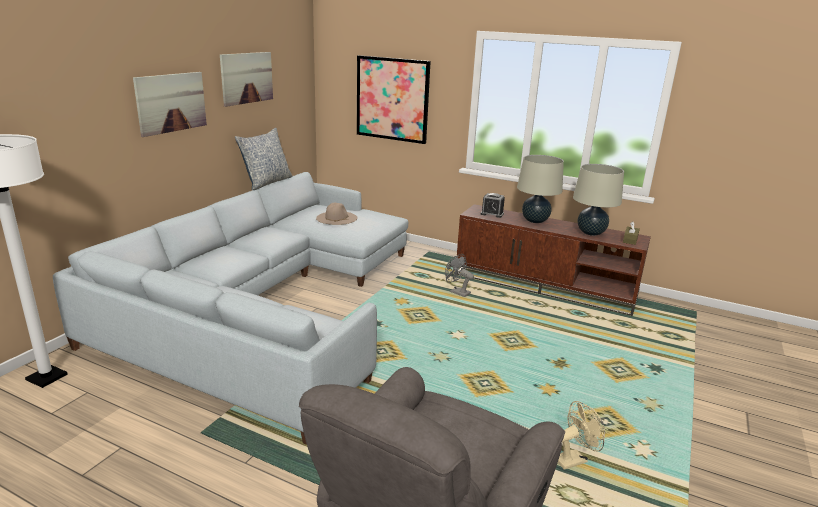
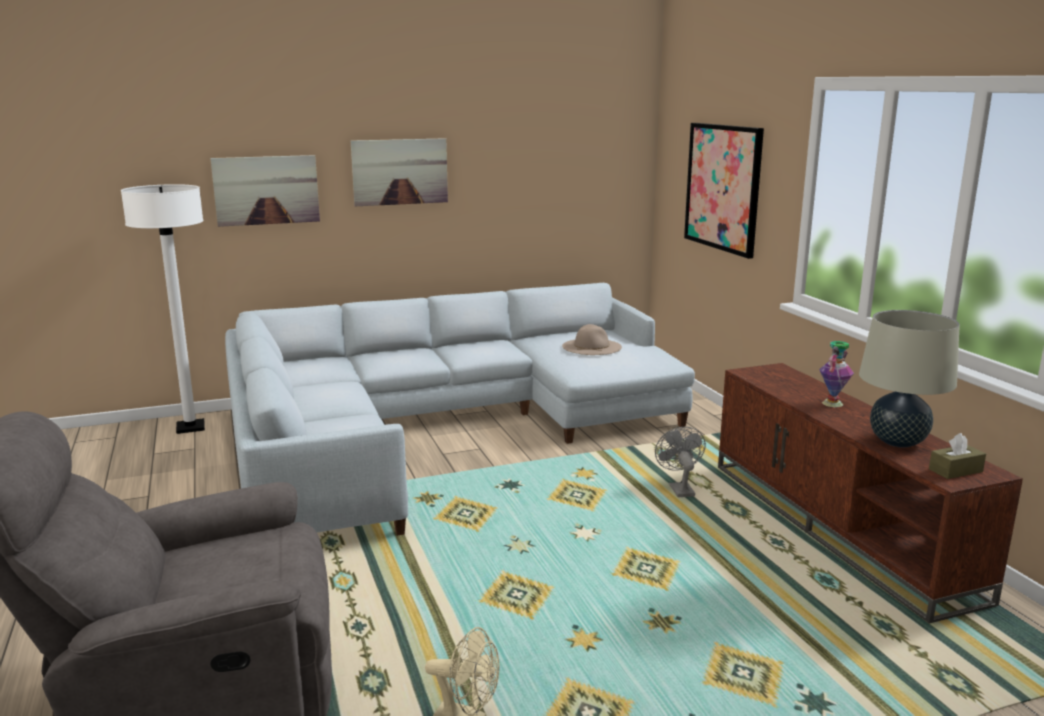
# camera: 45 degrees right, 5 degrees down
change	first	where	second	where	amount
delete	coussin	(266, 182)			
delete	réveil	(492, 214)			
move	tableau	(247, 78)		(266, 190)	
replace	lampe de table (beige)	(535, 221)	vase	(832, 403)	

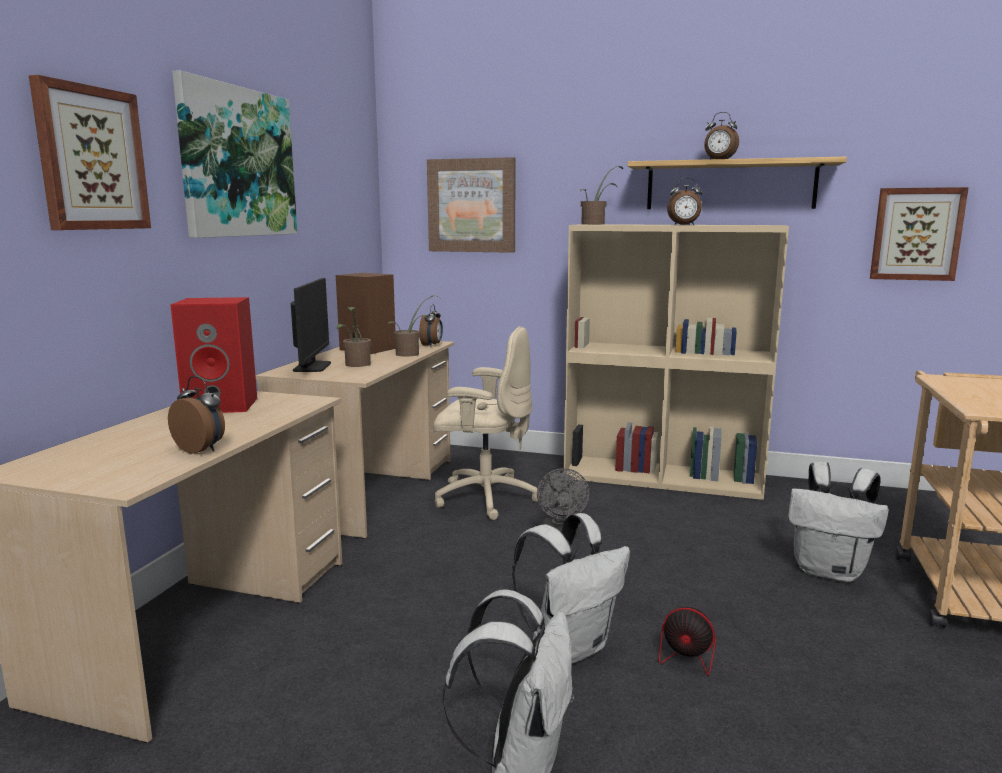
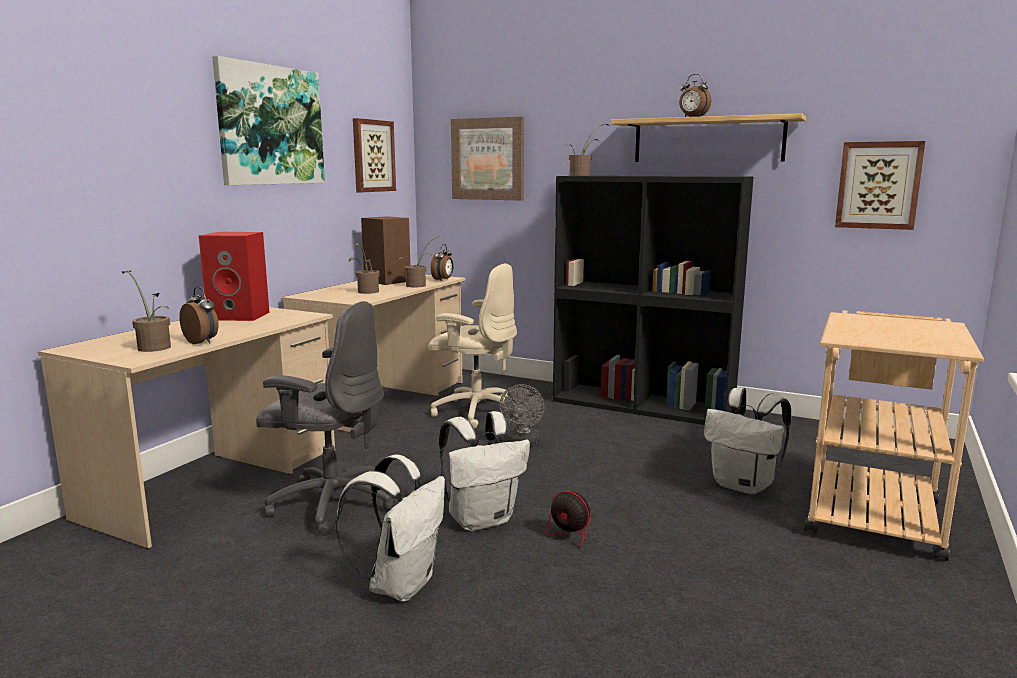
# camera: 10 degrees right, 0 degrees up
change	first	where	second	where	amount
delete	écran d'ordinateur	(312, 367)			
delete	réveil	(684, 224)			
insert			plante en pot	(153, 347)	
insert			chaise de bureau (gris)	(331, 503)	
move	tableau	(91, 159)		(373, 156)	
recolor	bibliothèque (beige)	(663, 477)	bibliothèque (noir)	(643, 405)	

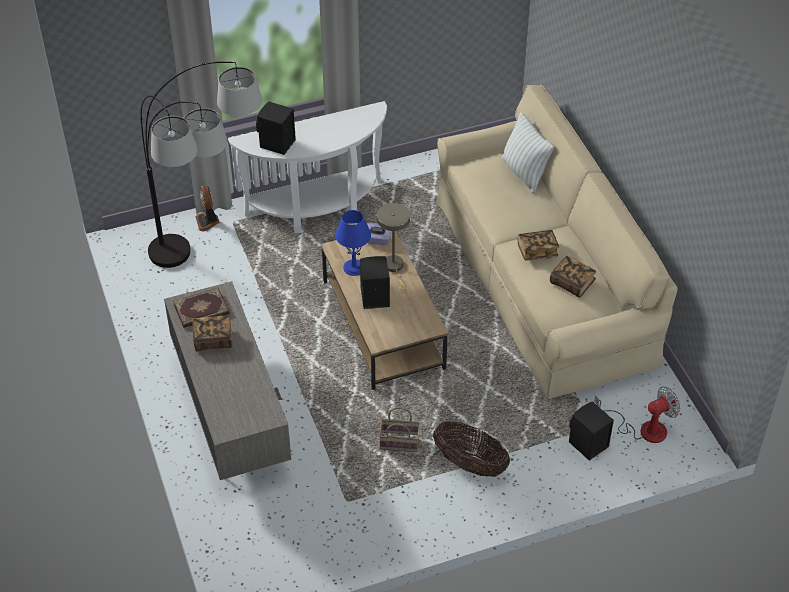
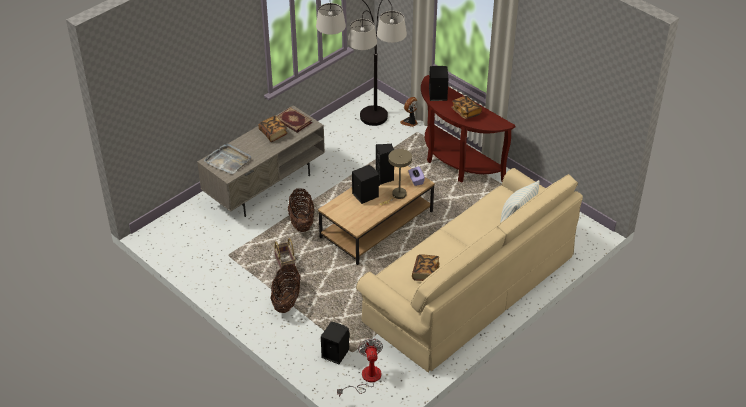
# camera: 65 degrees right, 5 degrees down
change	first	where	second	where	amount
insert			plateau (gris)	(228, 160)	
insert			panier	(301, 222)	
move	livre	(537, 251)		(466, 112)	
replace	lampe de table (bleu)	(354, 267)	enceinte (noir)	(385, 178)	
recolor	table console (blanc)	(318, 209)	table console (marron)	(456, 163)	
rotate	ventilateur	(643, 429)		(366, 379)	135 degrees counterclockwise

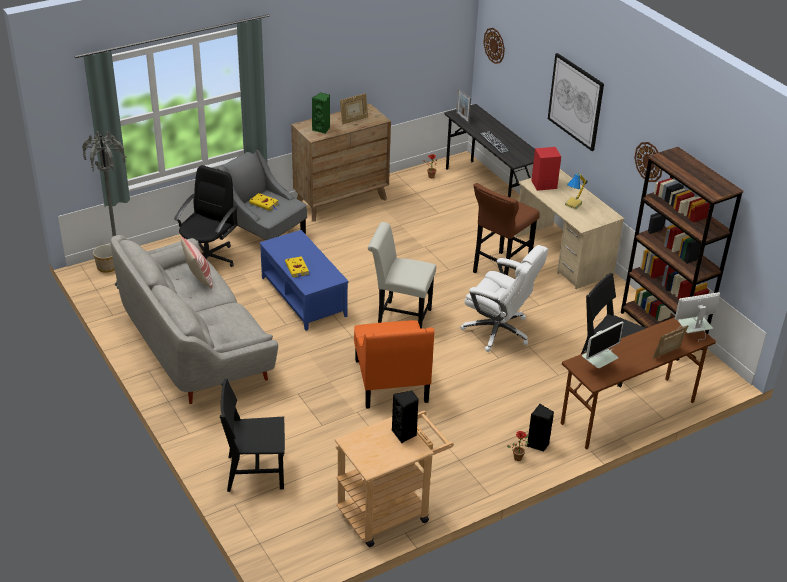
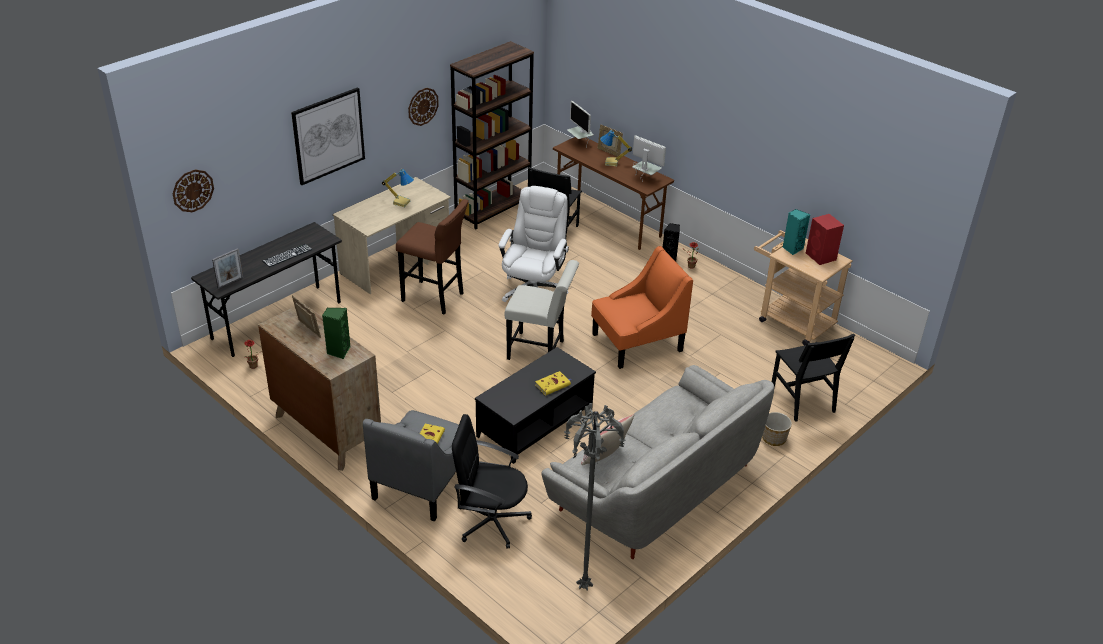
# camera: 105 degrees left, 0 degrees up
change	first	where	second	where	amount
insert			lampe de table	(611, 163)	
move	cache-pot	(107, 267)		(774, 438)	
move	enceinte (rouge)	(543, 184)		(821, 257)	
recolor	table basse (bleu)	(303, 297)	table basse (noir)	(535, 423)	
recolor	enceinte (noir)	(404, 434)	enceinte (turquoise)	(792, 248)	
rotate	chaise (blanc)	(399, 317)		(540, 351)	75 degrees counterclockwise

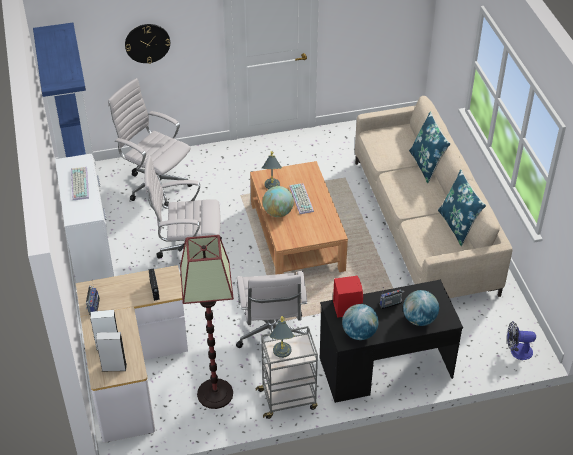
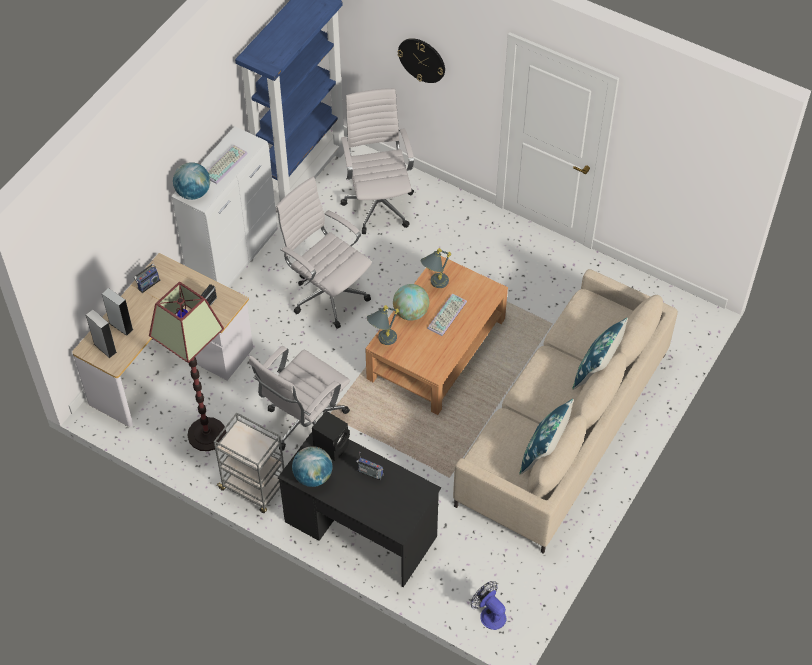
# camera: 45 degrees right, 10 degrees up
change	first	where	second	where	amount
move	lampe de table (gris)	(281, 356)		(382, 341)	
move	globe	(419, 319)		(193, 193)	
recolor	enceinte (rouge)	(346, 307)	enceinte (noir)	(332, 445)	

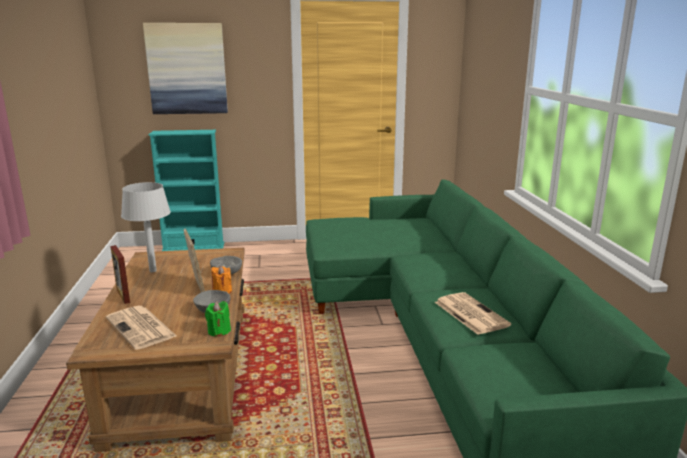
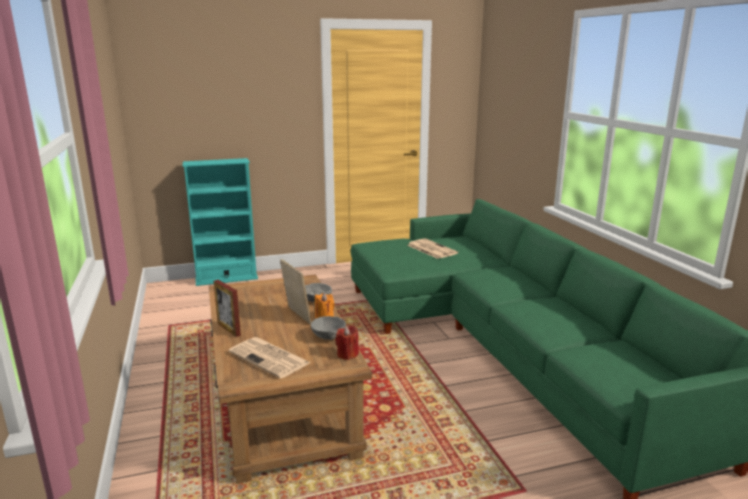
# camera: 10 degrees left, 0 degrees up
change	first	where	second	where	amount
delete	lampe de table (gris)	(153, 271)			
delete	tableau	(187, 69)			
move	journal	(469, 313)		(431, 249)	
recolor	bougie (vert)	(219, 331)	bougie (rouge)	(347, 354)	

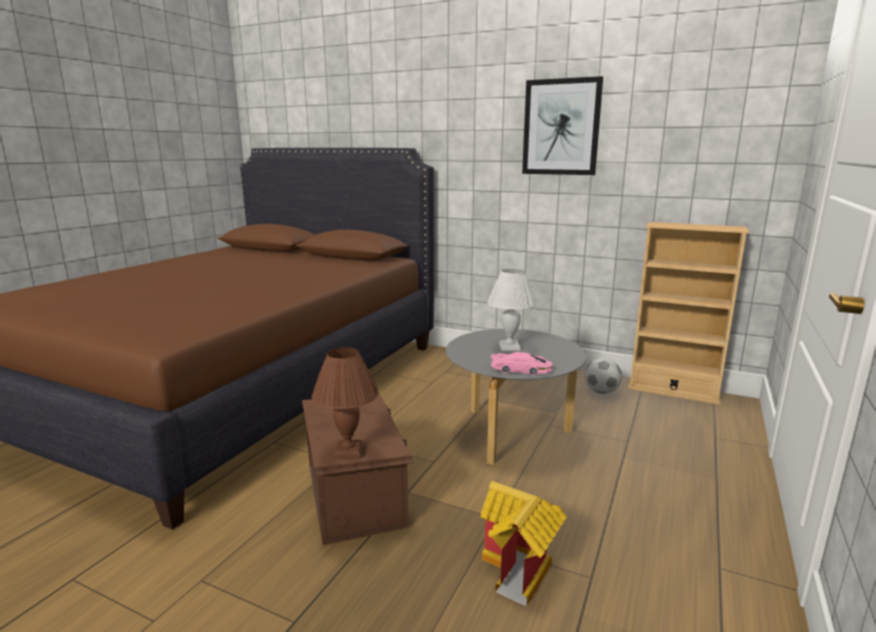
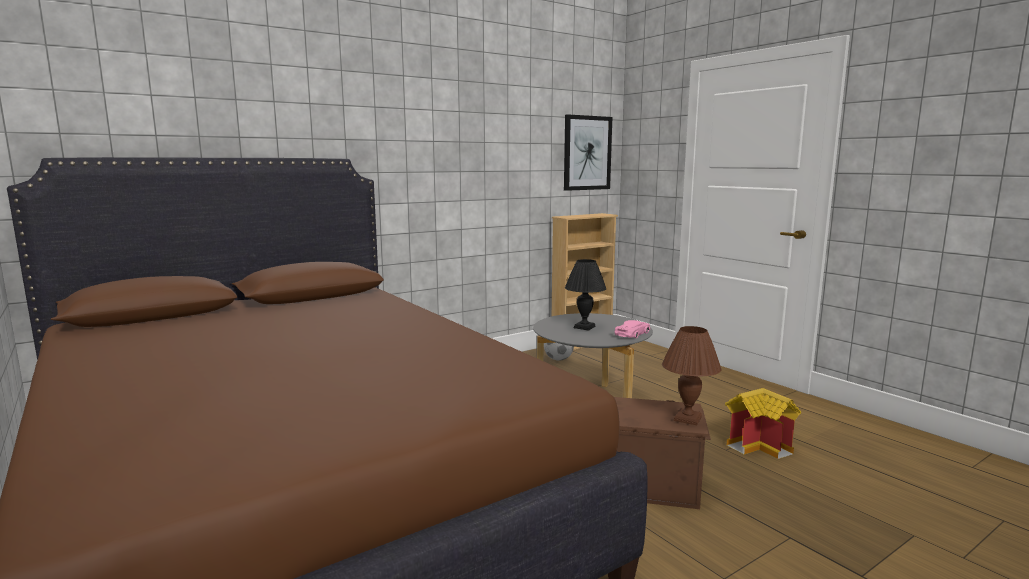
# camera: 60 degrees left, 5 degrees down
change	first	where	second	where	amount
move	tableau	(561, 127)		(587, 153)	
recolor	lampe de table (blanc)	(510, 347)	lampe de table (noir)	(584, 327)	

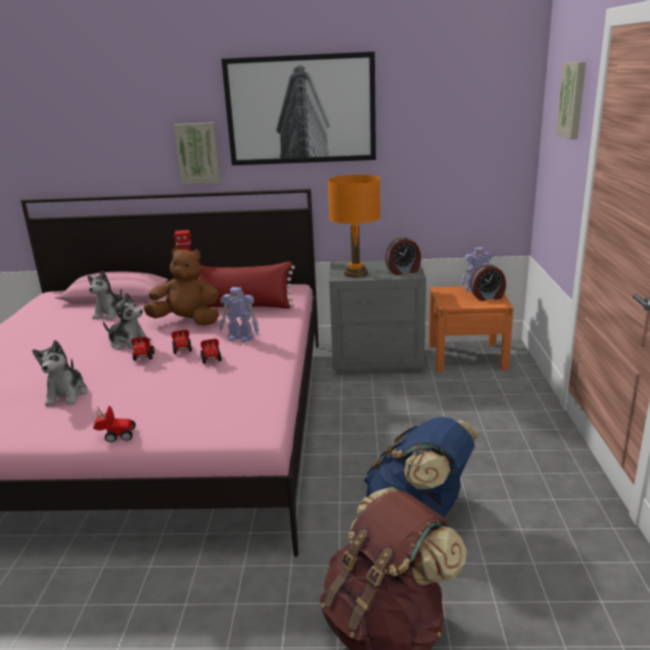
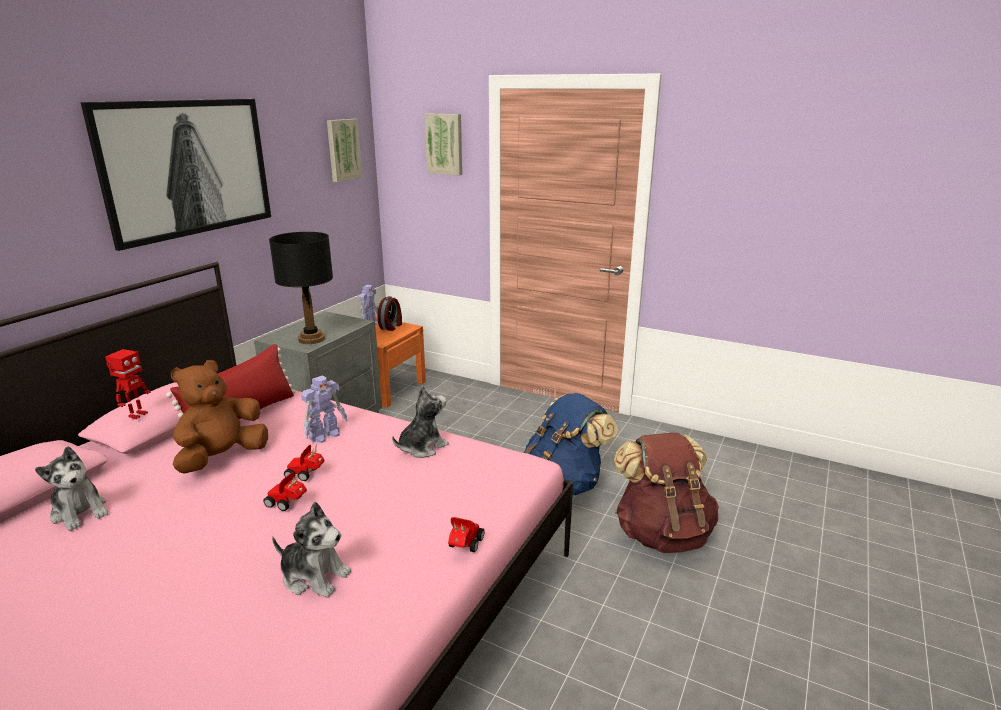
# camera: 65 degrees left, 0 degrees up
change	first	where	second	where	amount
delete	petite voiture	(211, 361)			
delete	réveil	(403, 271)			
move	peluche	(129, 343)		(422, 447)	
move	tableau	(198, 153)		(343, 150)	
recolor	lampe de table (orange)	(356, 274)	lampe de table (noir)	(312, 339)	

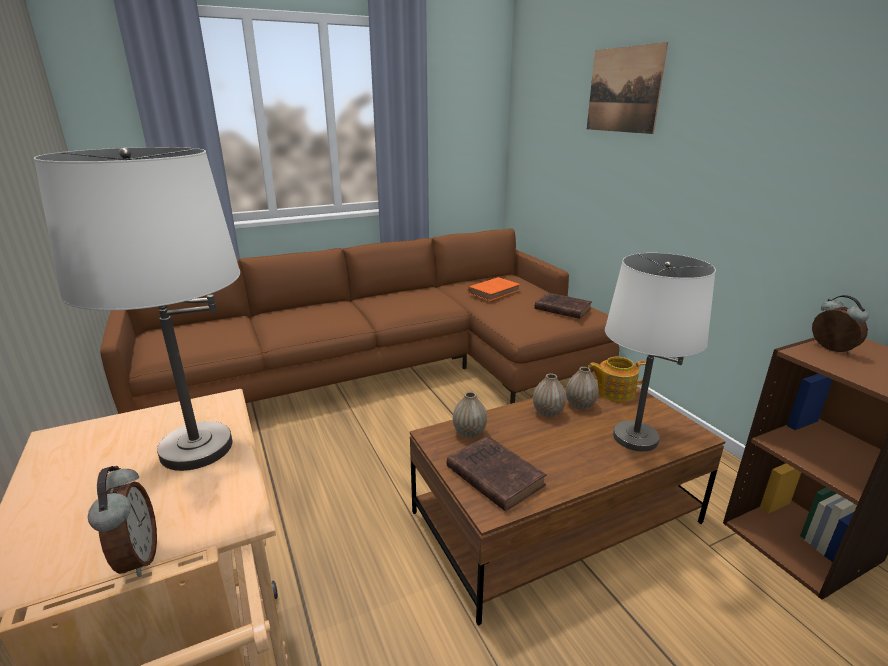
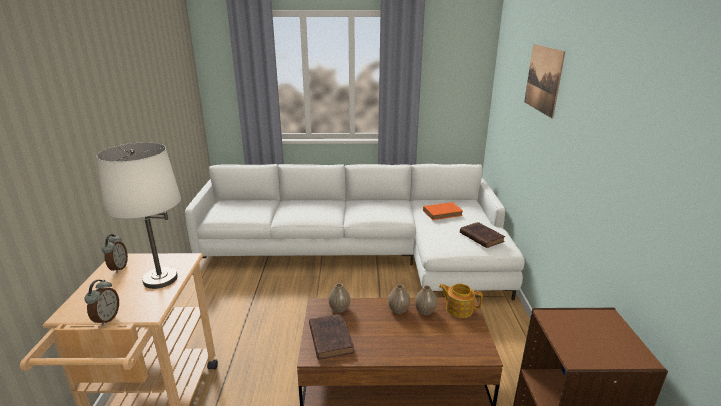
# camera: 25 degrees right, 0 degrees up
change	first	where	second	where	amount
delete	lampe de table (blanc)	(635, 438)			
move	réveil	(831, 350)		(118, 268)	
recolor	canapé (marron)	(392, 368)	canapé (blanc)	(363, 253)	

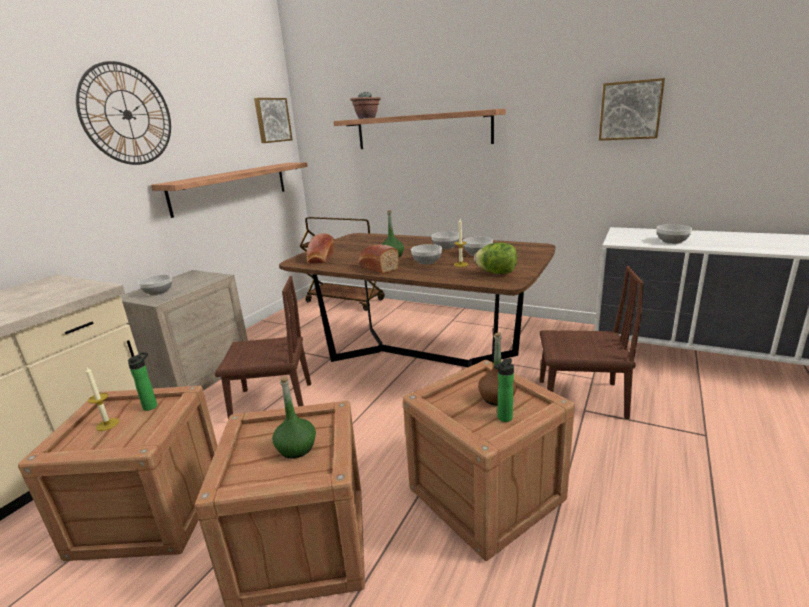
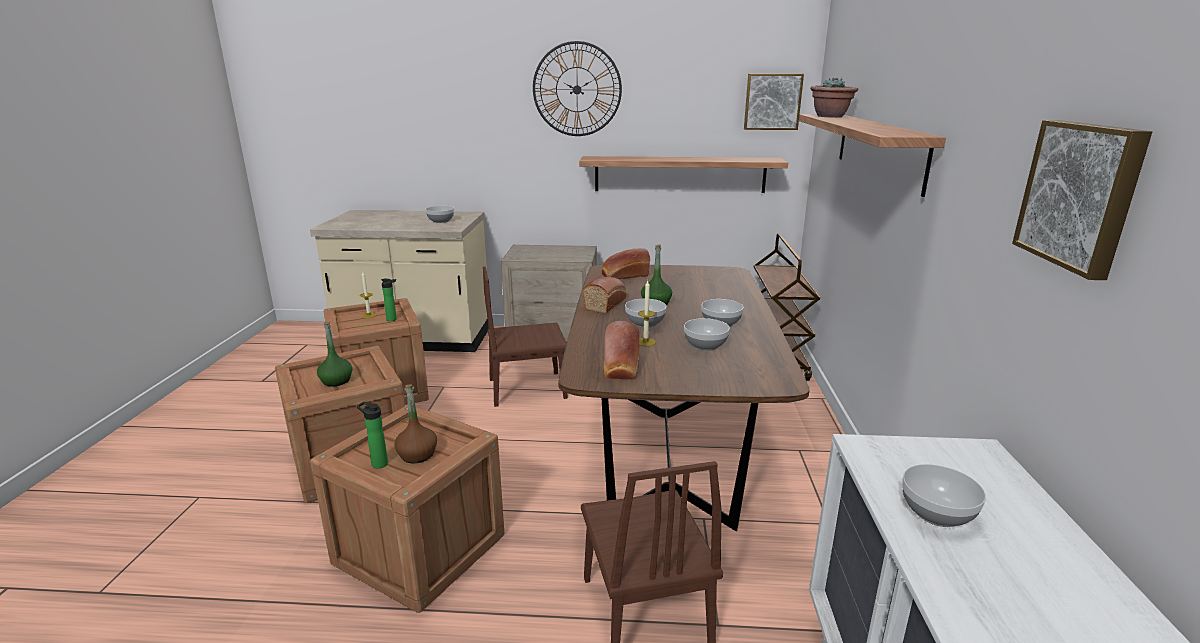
# camera: 65 degrees right, 0 degrees up
change	first	where	second	where	amount
move	bol	(159, 292)		(441, 221)	
replace	laitue	(496, 273)	pain	(621, 366)	
rotate	chaise (marron)	(272, 402)		(527, 388)	105 degrees clockwise

